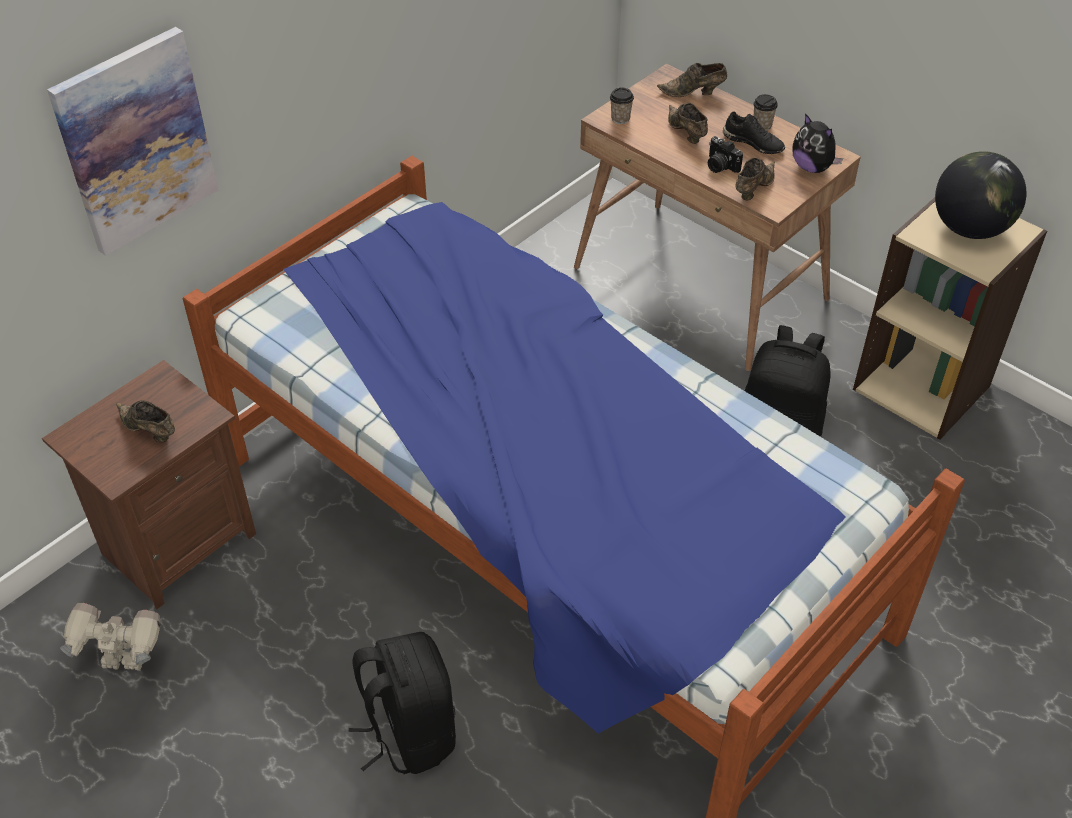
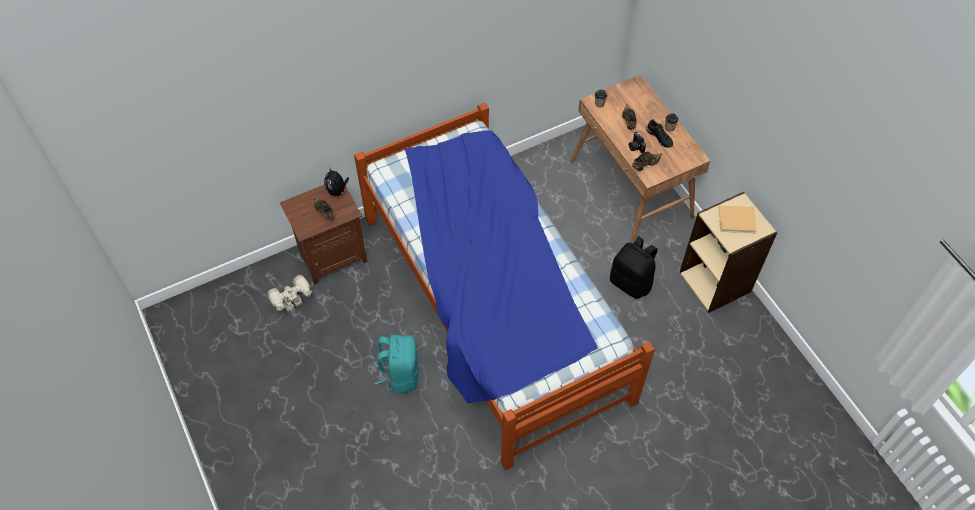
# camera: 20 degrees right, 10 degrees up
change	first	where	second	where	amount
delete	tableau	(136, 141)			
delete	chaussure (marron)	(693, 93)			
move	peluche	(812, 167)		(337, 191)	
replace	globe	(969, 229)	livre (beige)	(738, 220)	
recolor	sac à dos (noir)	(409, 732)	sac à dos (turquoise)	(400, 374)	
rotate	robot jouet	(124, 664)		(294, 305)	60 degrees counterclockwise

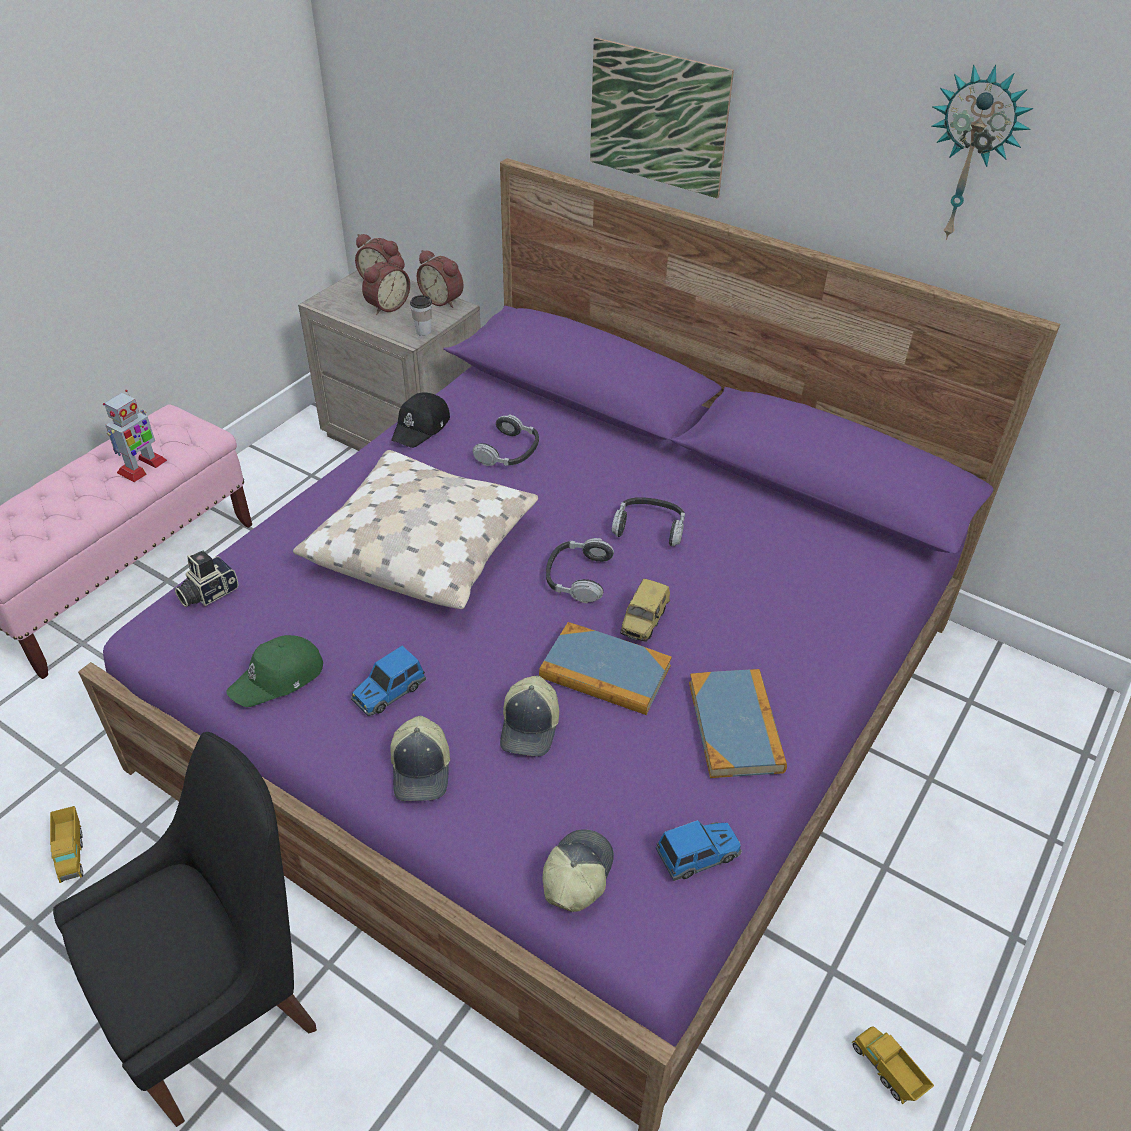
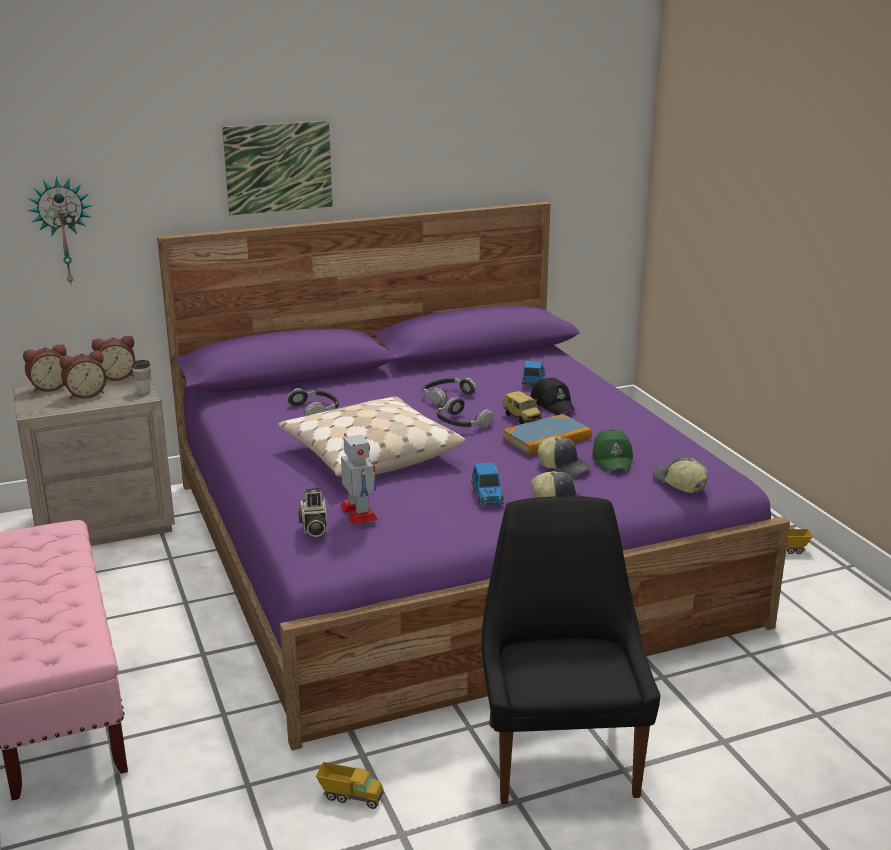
# camera: 55 degrees left, 20 degrees down
change	first	where	second	where	amount
delete	livre	(735, 726)			
move	robot jouet	(142, 467)		(359, 513)	
move	casquette (vert)	(279, 678)		(612, 459)	
move	casquette (noir)	(421, 427)		(553, 404)	
move	petite voiture	(698, 855)		(533, 381)	
move	horloge murale	(971, 154)		(63, 231)	
rotate	réveil	(386, 306)		(85, 394)	75 degrees clockwise

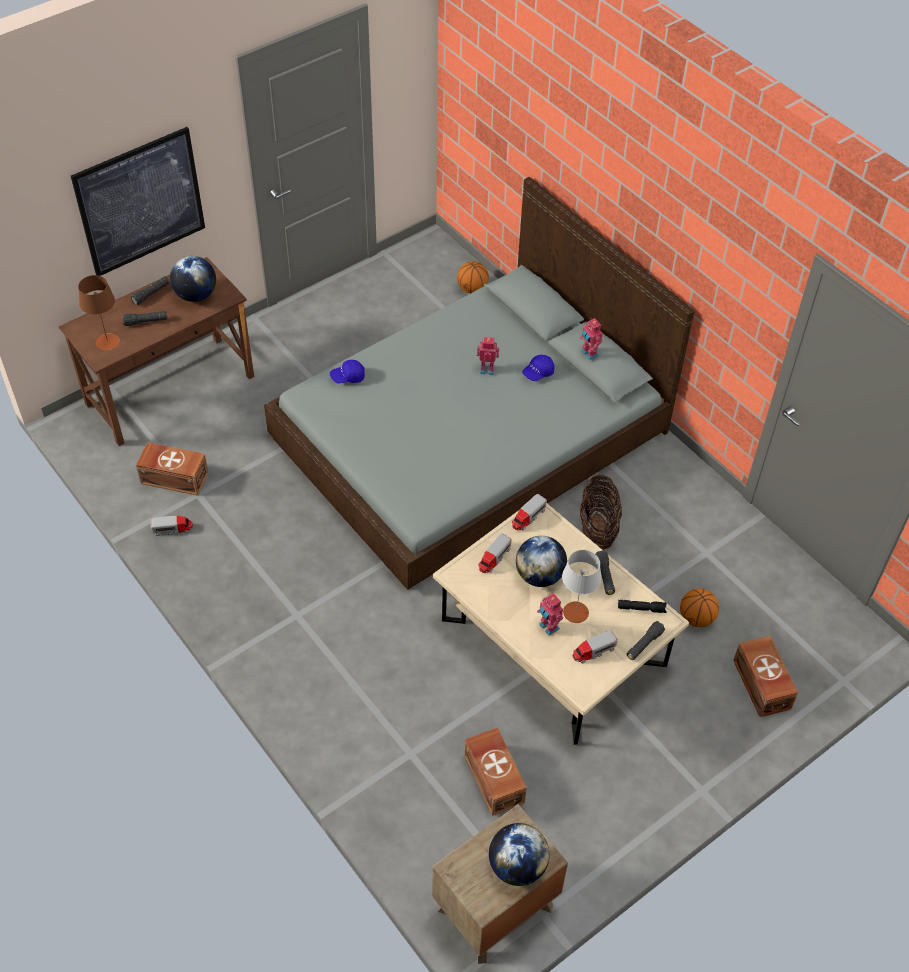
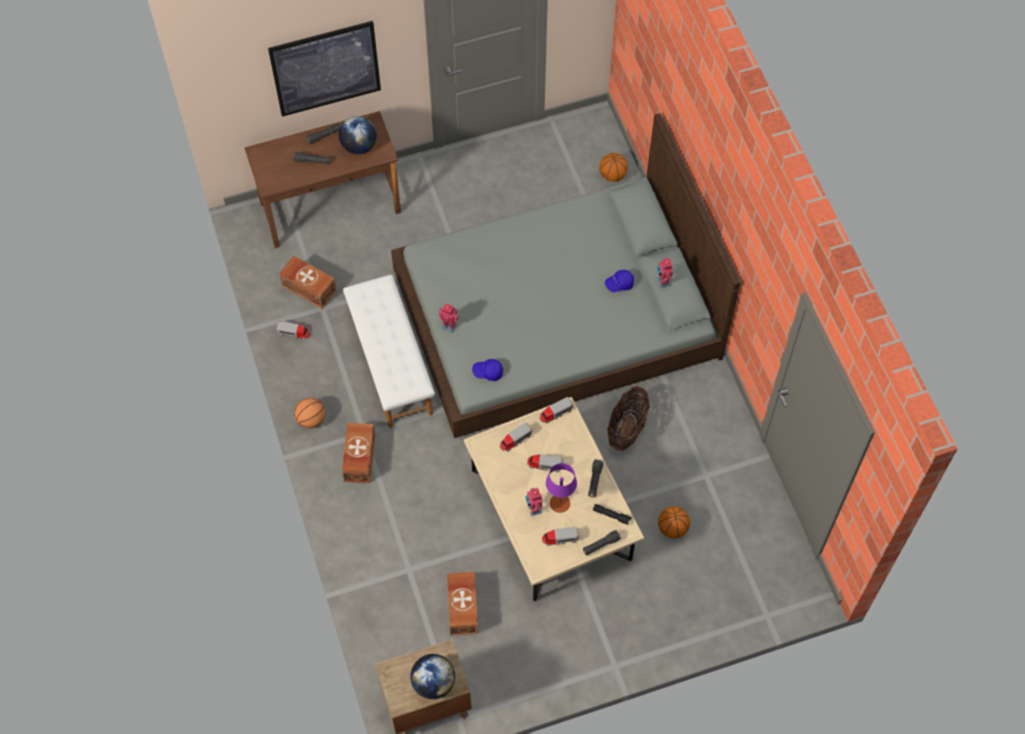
# camera: 20 degrees right, 10 degrees up
change	first	where	second	where	amount
delete	lampe de table (marron)	(107, 342)			
insert			ballon de basket	(311, 420)	
insert			banc (blanc)	(392, 363)	
move	casquette (bleu)	(347, 377)		(488, 372)	
move	robot jouet	(487, 369)		(449, 325)	
move	boîte de rangement (marron)	(761, 685)		(359, 459)	
replace	globe	(539, 576)	camion jouet	(544, 465)	
recolor	lampe de table (gris)	(576, 612)	lampe de table (violet)	(560, 503)	

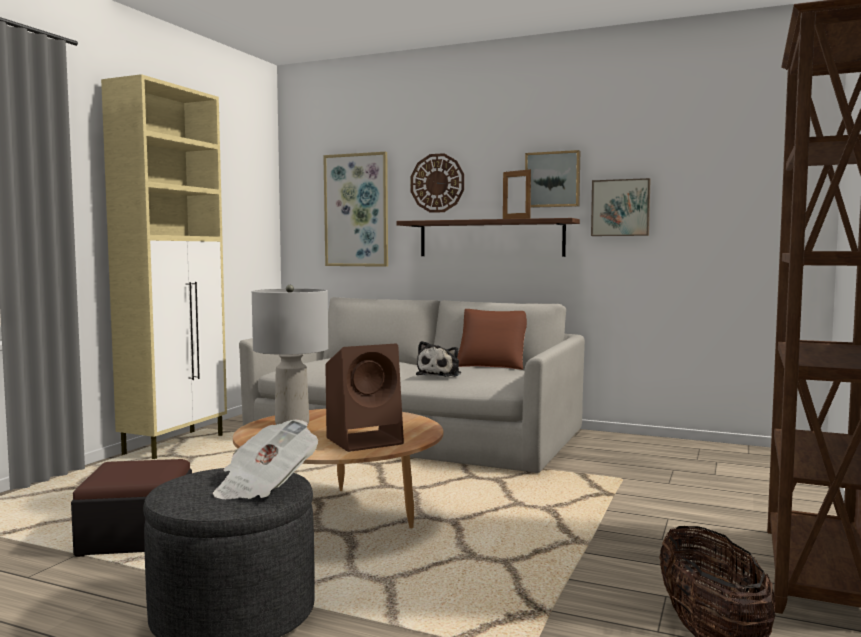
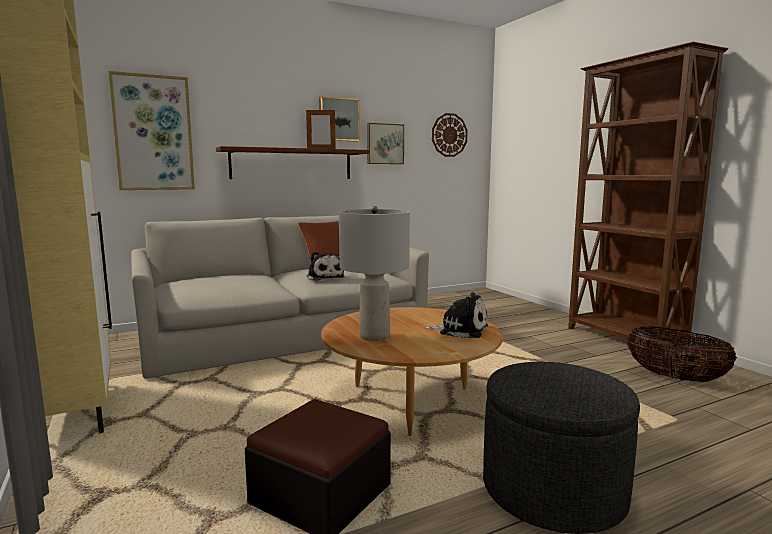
# camera: 50 degrees left, 5 degrees up
change	first	where	second	where	amount
delete	journal	(265, 487)			
move	horloge murale	(437, 183)		(449, 135)	
replace	enceinte (marron)	(366, 440)	peluche	(460, 330)	

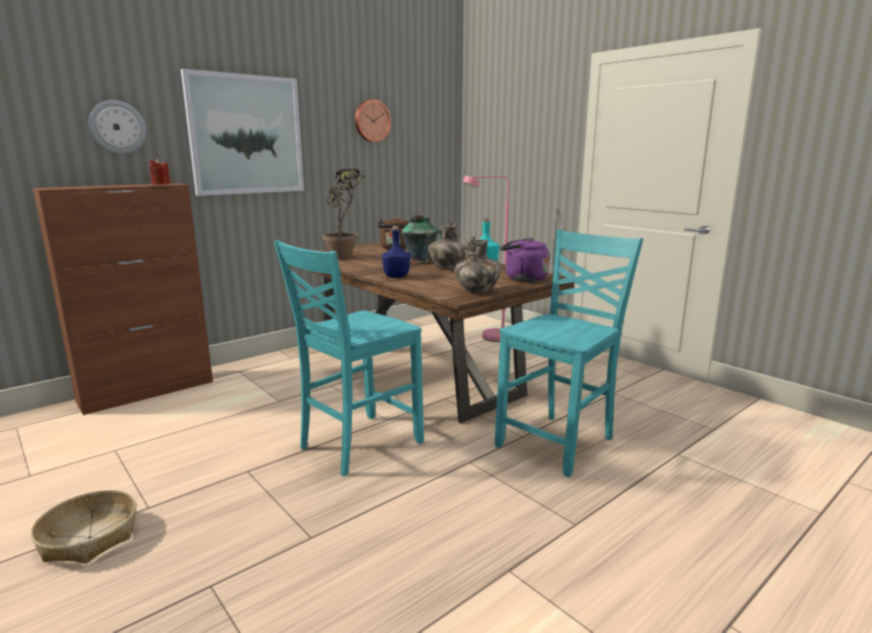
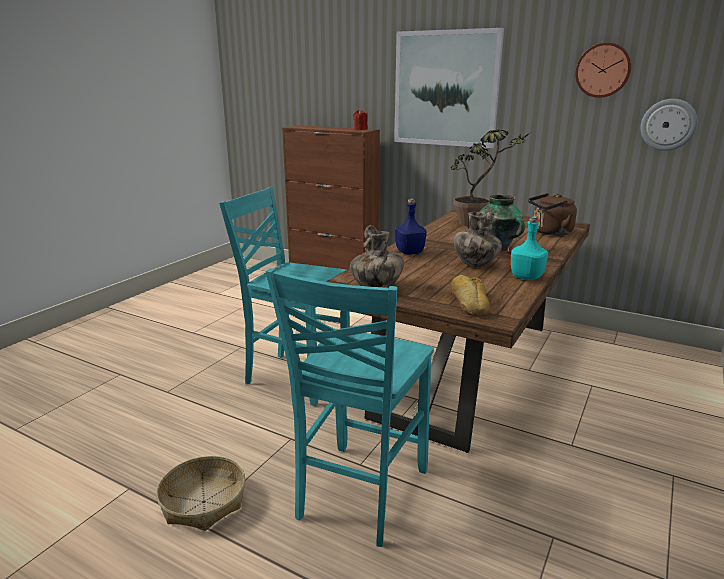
# camera: 70 degrees right, 5 degrees up
change	first	where	second	where	amount
delete	lampadaire (rose)	(489, 338)			
move	panier	(89, 537)		(203, 501)	
move	horloge murale	(117, 127)		(668, 124)	
replace	bouilloire (violet)	(523, 278)	pain	(469, 302)	
rotate	chaise (turquoise)	(558, 443)		(359, 494)	90 degrees clockwise

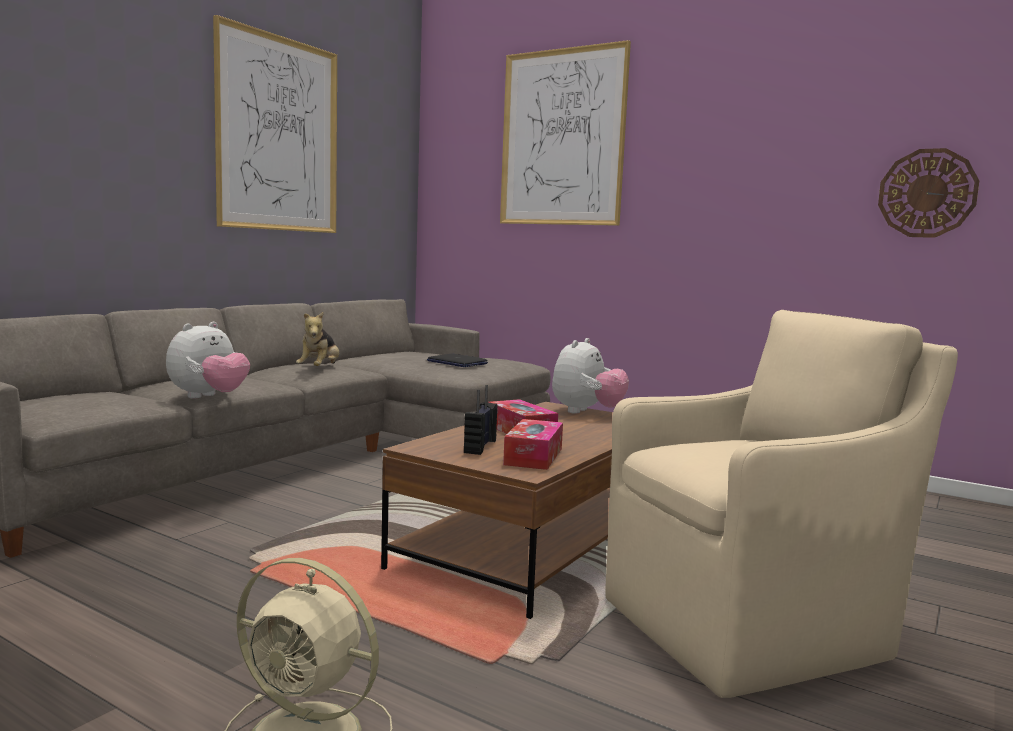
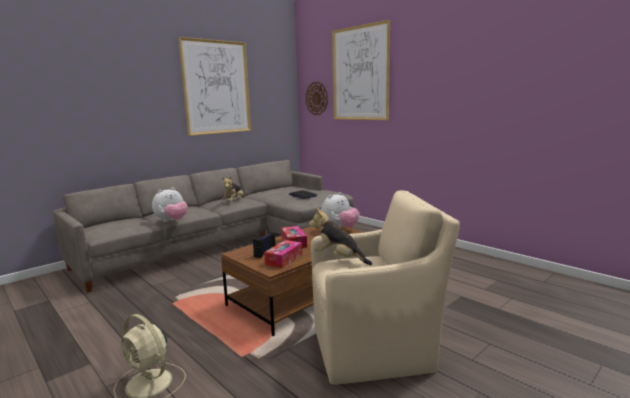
# camera: 15 degrees right, 5 degrees up
change	first	where	second	where	amount
insert			peluche	(339, 258)	
move	horloge murale	(927, 193)		(317, 98)	

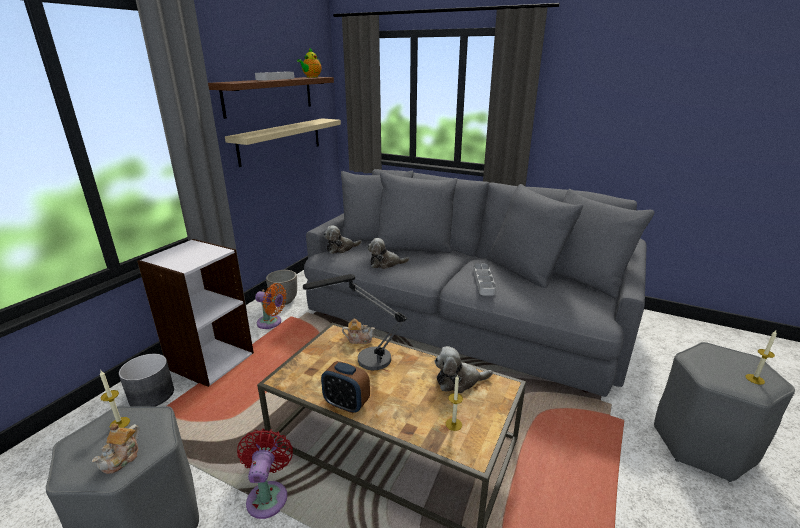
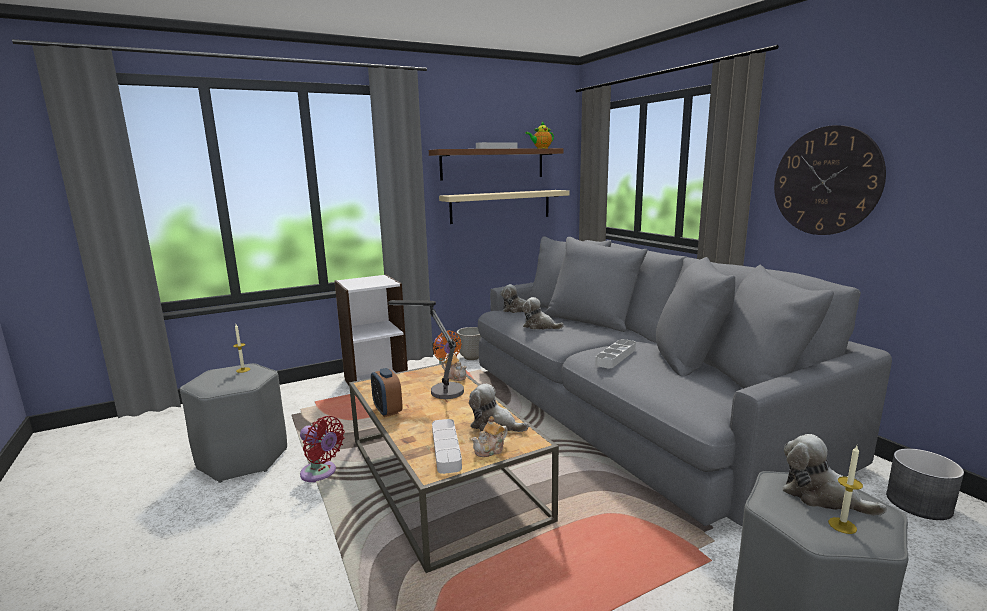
# camera: 35 degrees right, 10 degrees down
change	first	where	second	where	amount
insert			horloge murale	(826, 181)	
insert			peluche	(821, 496)	
move	théière	(122, 458)		(490, 450)	
move	cache-pot (gris)	(152, 395)		(919, 503)	
replace	bougie	(453, 424)	plateau (gris)	(446, 449)	
rotate	ventilateur (rouge)	(268, 495)		(321, 473)	90 degrees clockwise

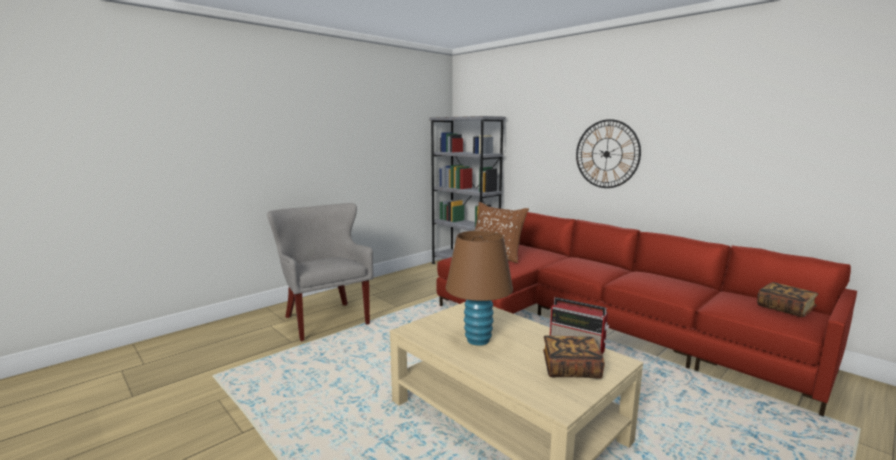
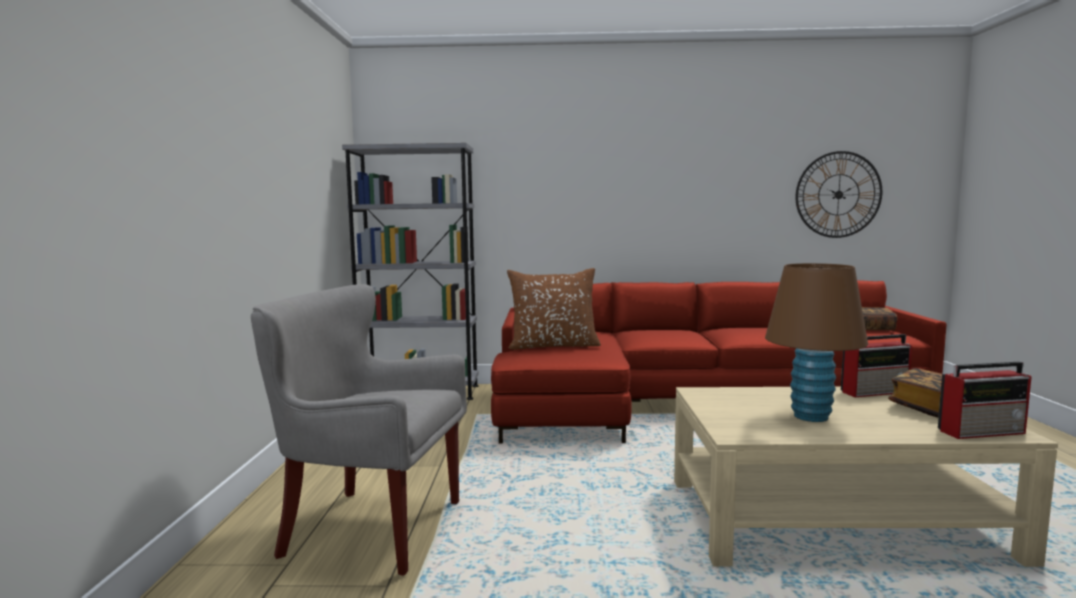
# camera: 45 degrees left, 5 degrees down
change	first	where	second	where	amount
insert			radio	(983, 431)	
move	horloge murale	(607, 154)		(838, 194)	

